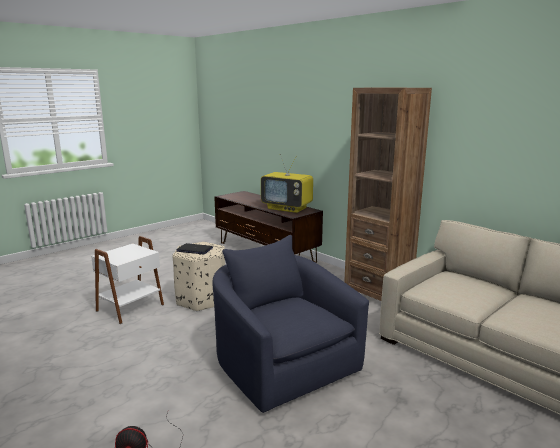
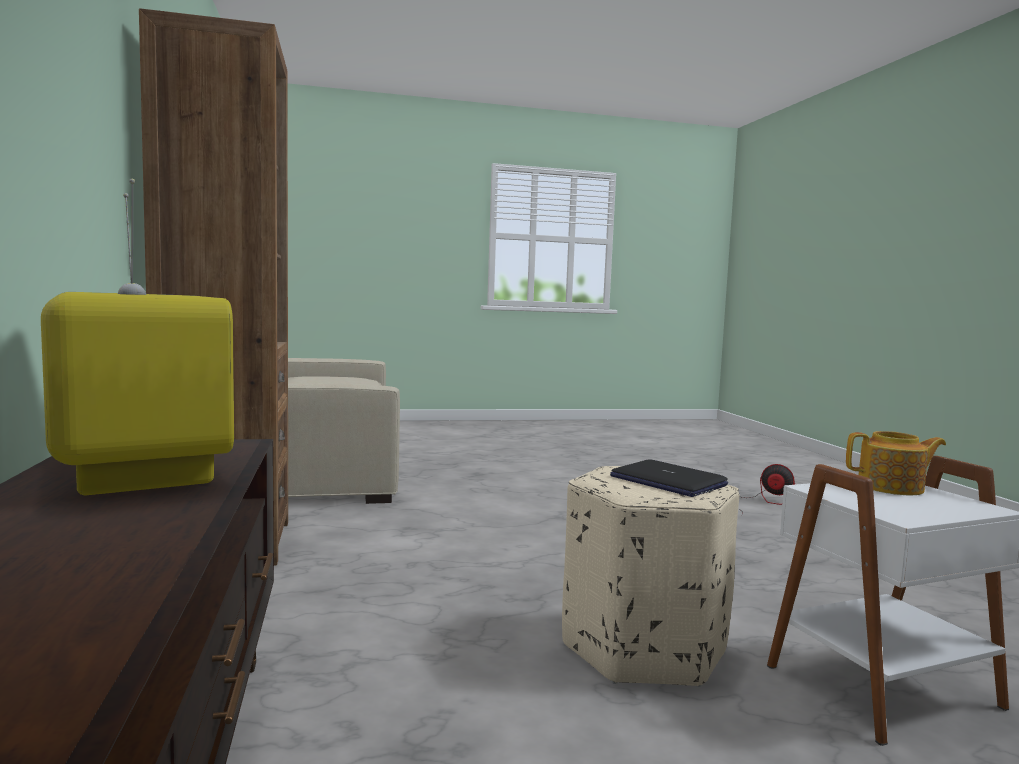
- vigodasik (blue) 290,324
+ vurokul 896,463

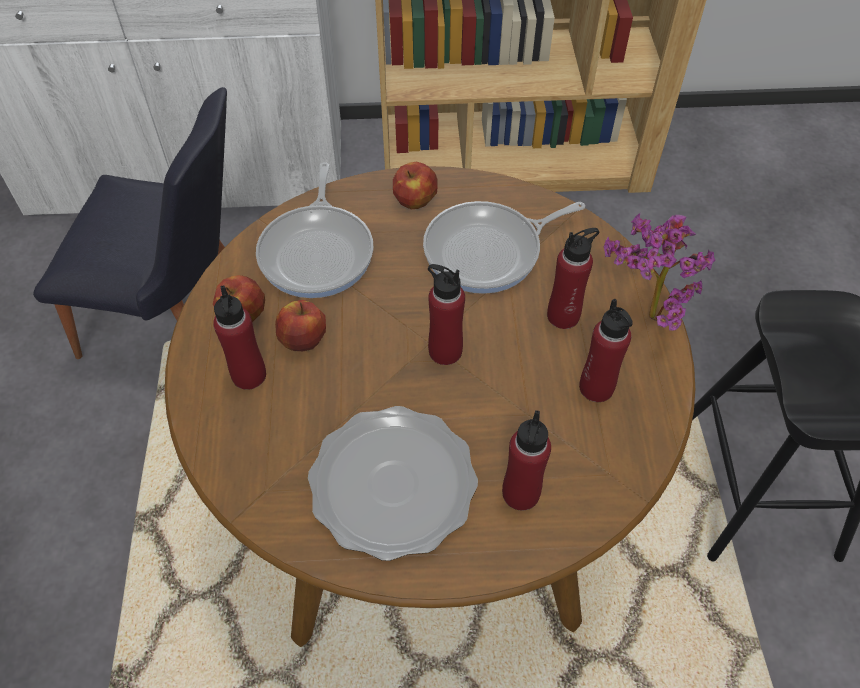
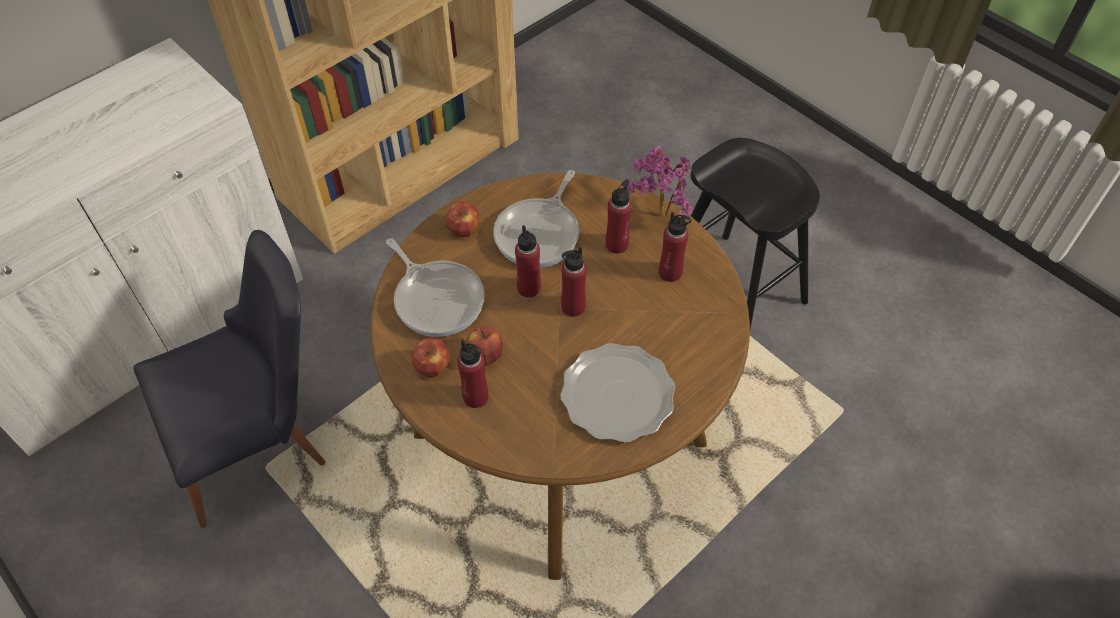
~ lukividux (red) 526,460 to 528,261

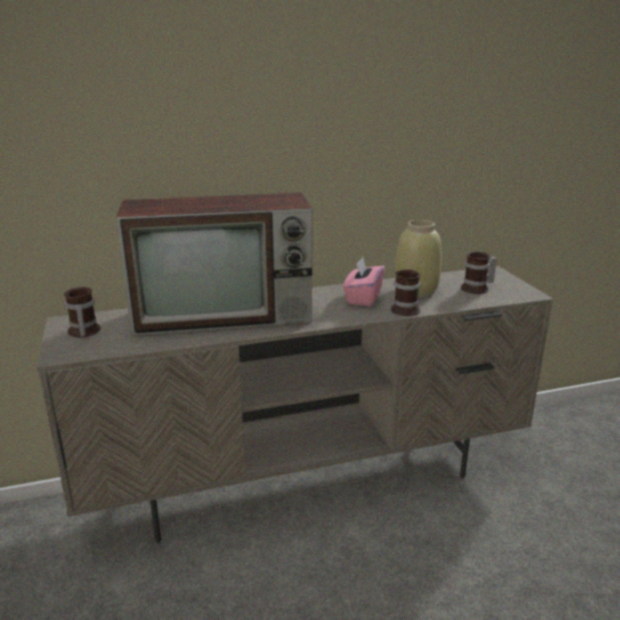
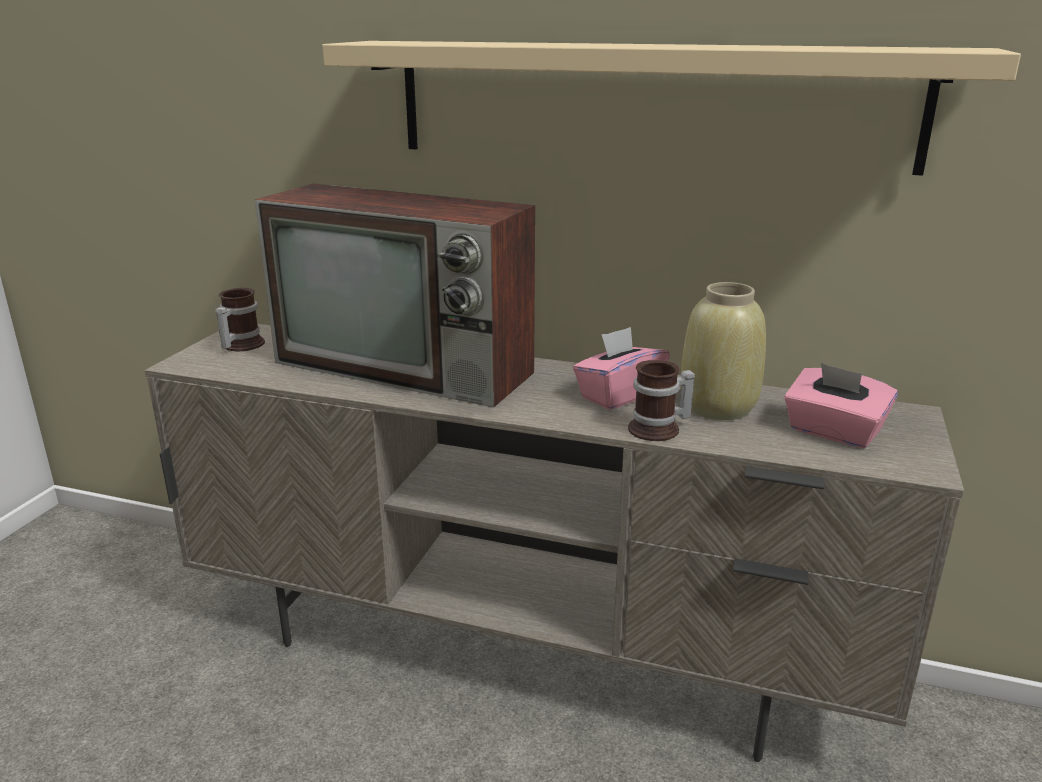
~ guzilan 479,273 to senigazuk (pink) 841,406
+ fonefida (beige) 671,108

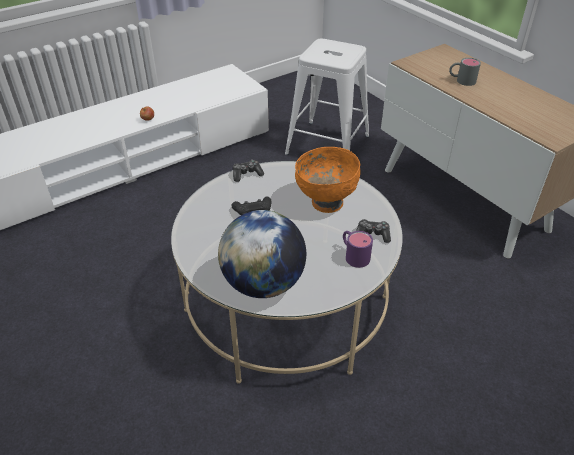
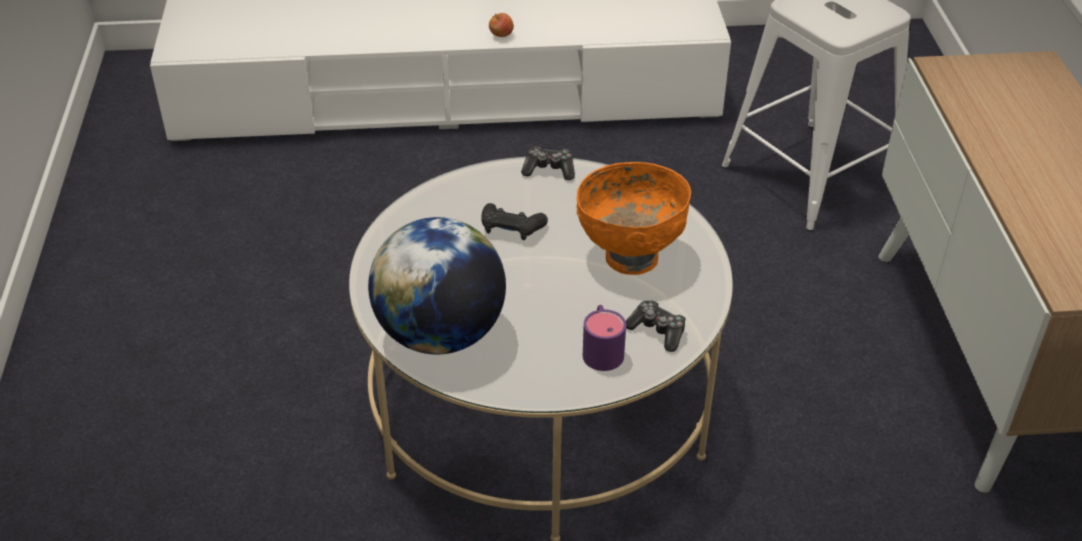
- guzilan (grey) 465,72

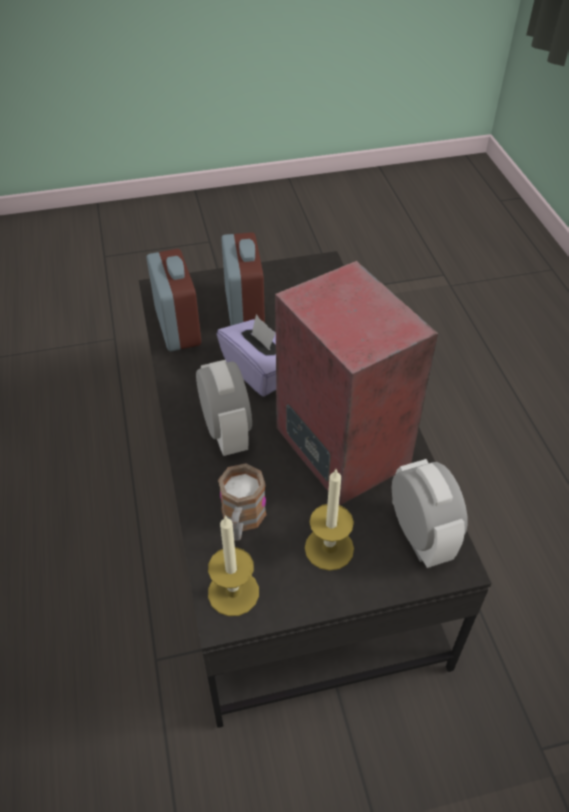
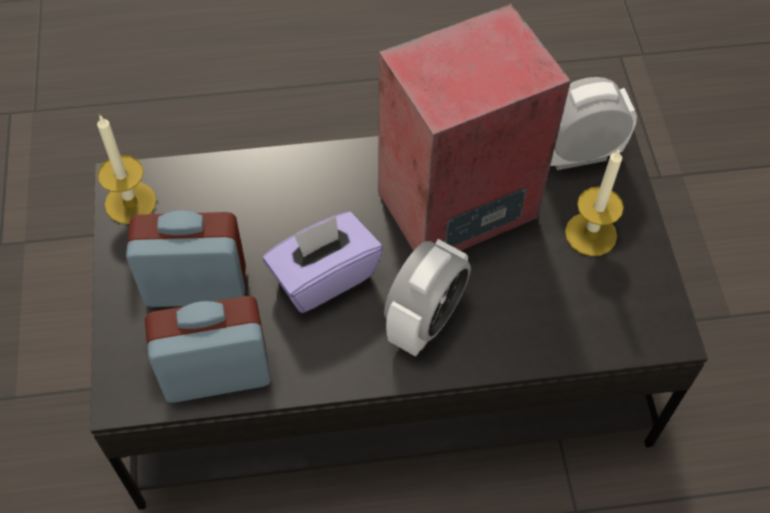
~ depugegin 224,408 = 427,298 135 degrees clockwise
- guzilan 242,502
~ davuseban 233,565 to 127,169

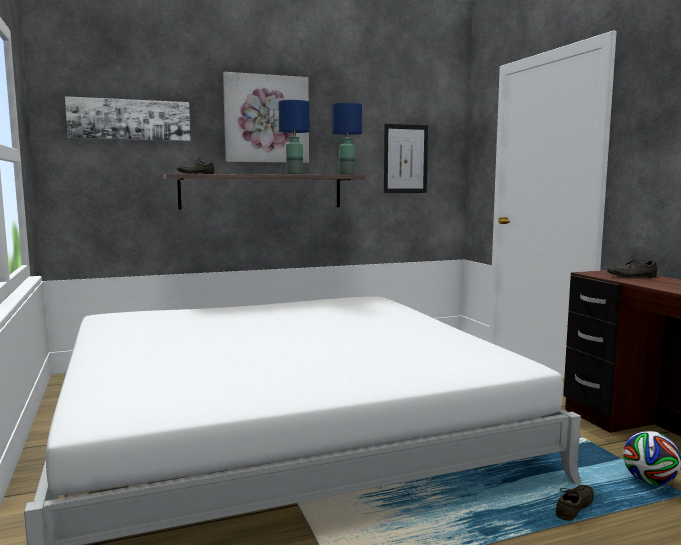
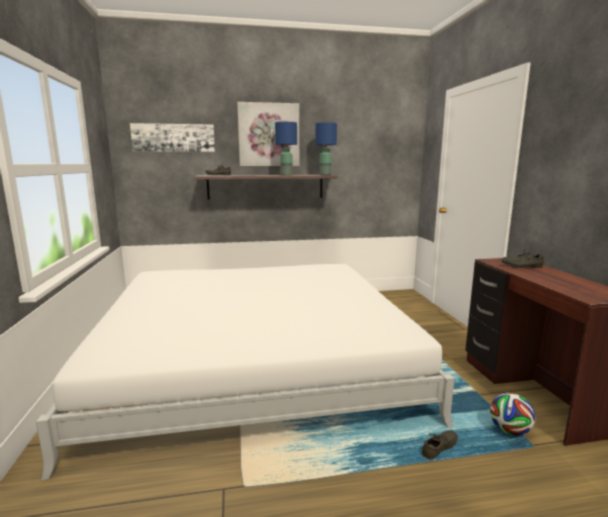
- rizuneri 406,158

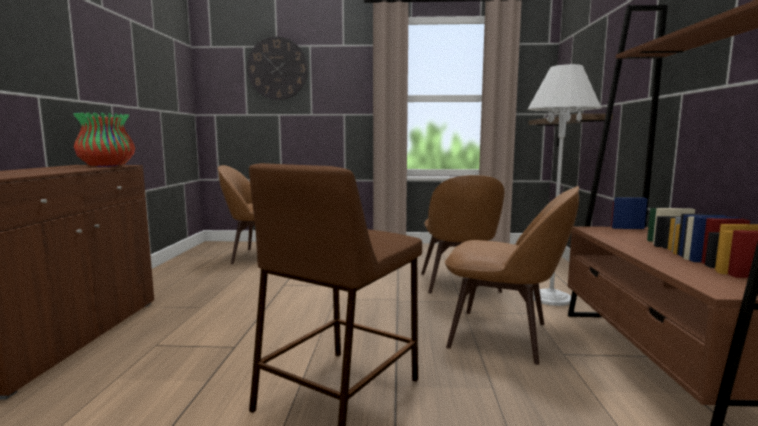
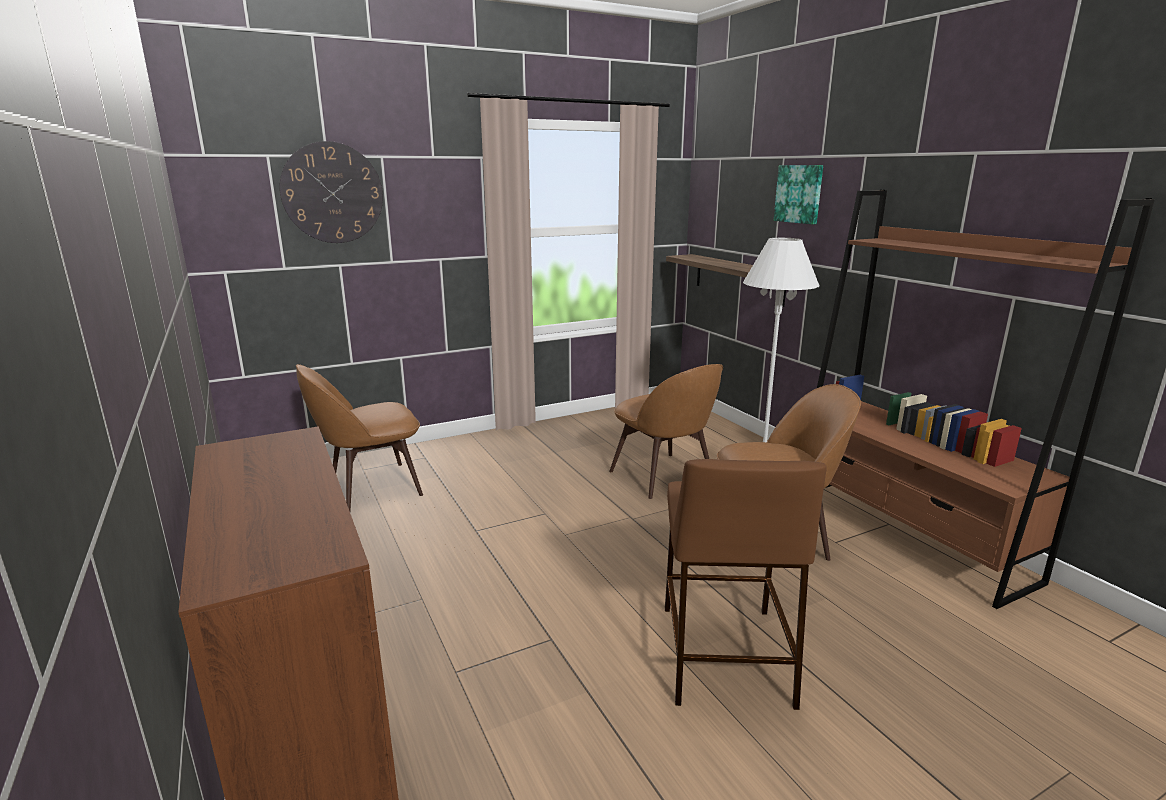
- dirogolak 104,140
+ rizuneri 798,194

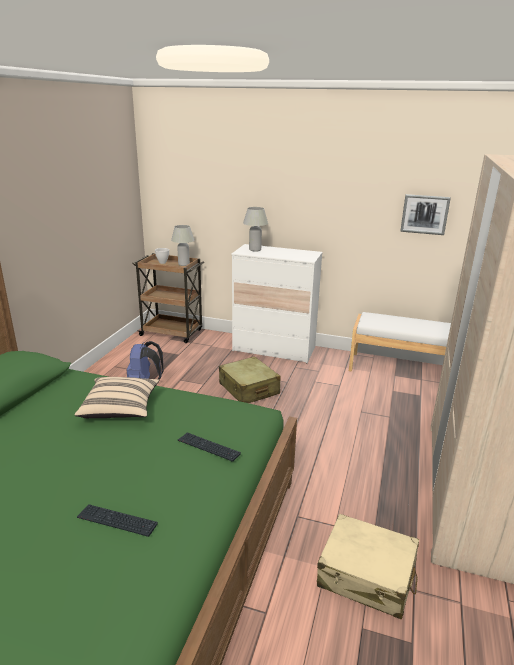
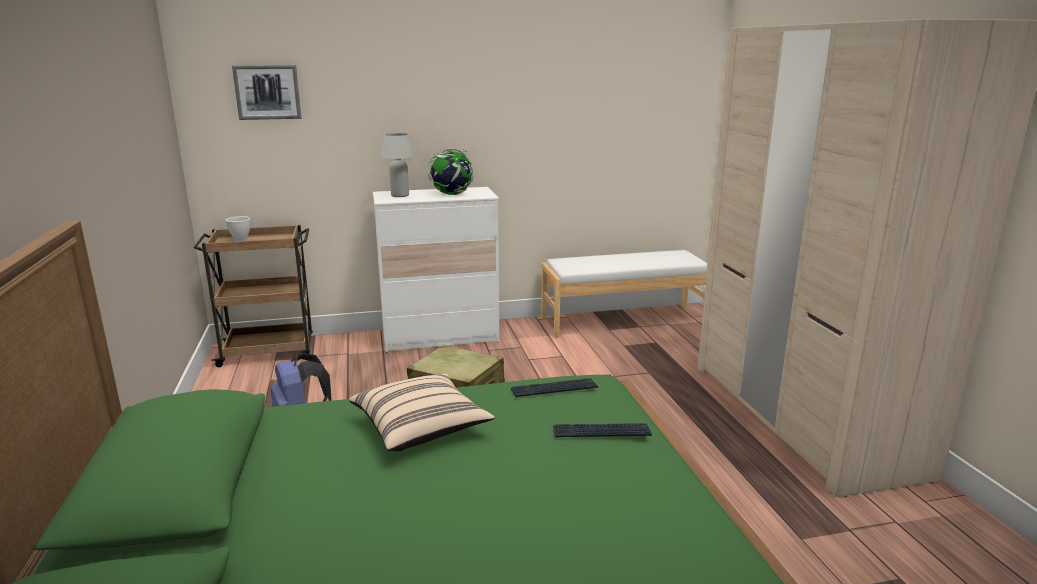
~ rizuneri 425,214 to 266,92
- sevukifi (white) 182,245
~ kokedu 117,520 to 554,387
- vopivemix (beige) 368,567
+ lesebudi 450,172

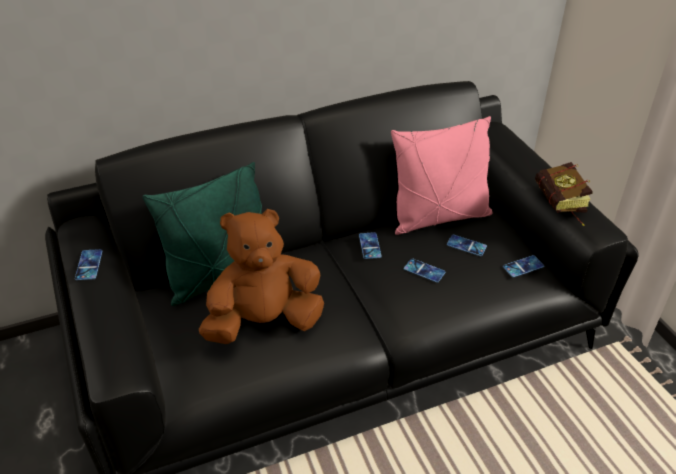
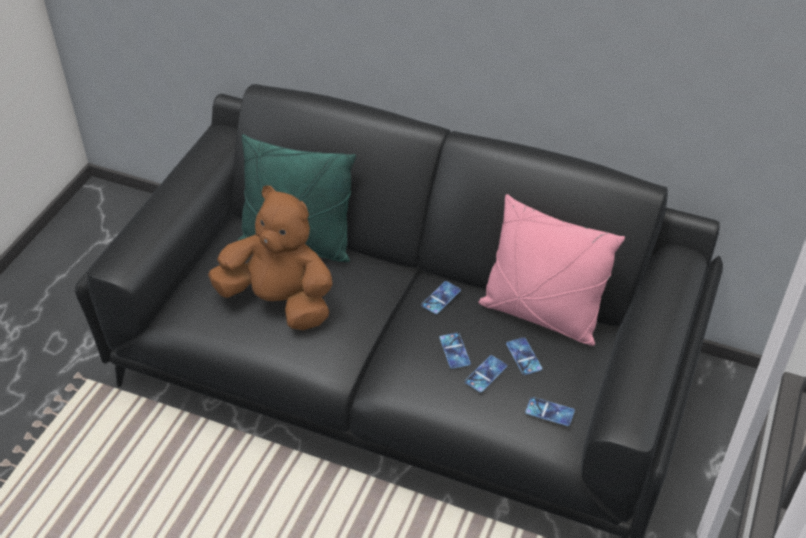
- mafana 564,194
~ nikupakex 89,264 to 486,374

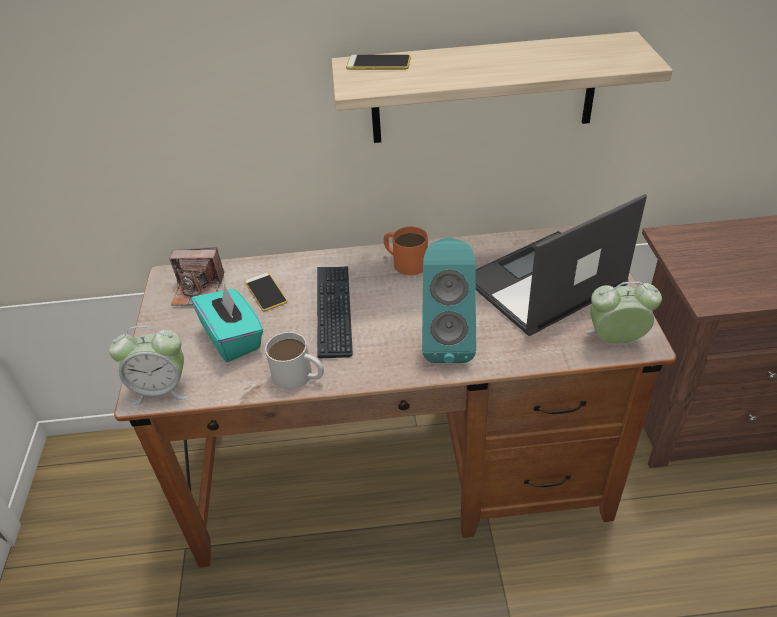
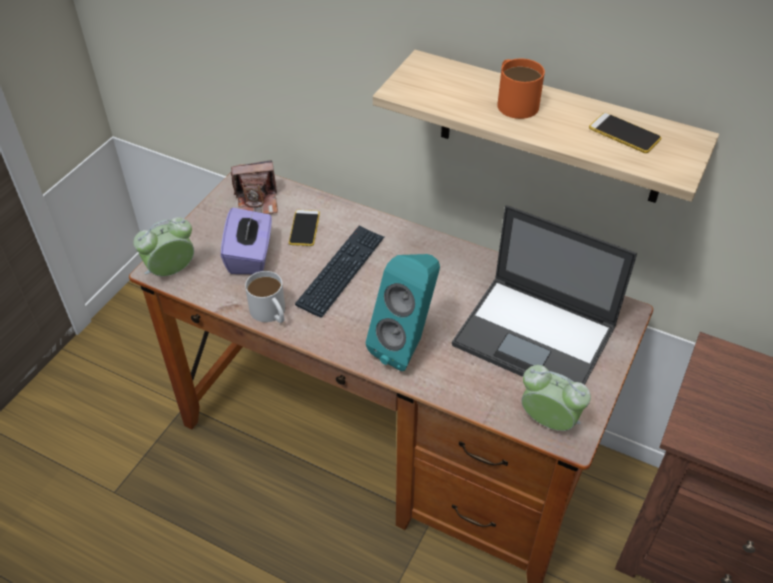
~ nikupakex 378,62 to 625,133
~ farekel 561,265 = 544,295 150 degrees counterclockwise
~ guzilan (orange) 406,251 to 521,89
~ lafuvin 196,276 = 254,187 45 degrees counterclockwise
~ senigazuk (turquoise) 227,322 to senigazuk (purple) 246,241
~ depugegin 148,365 = 163,246 120 degrees clockwise

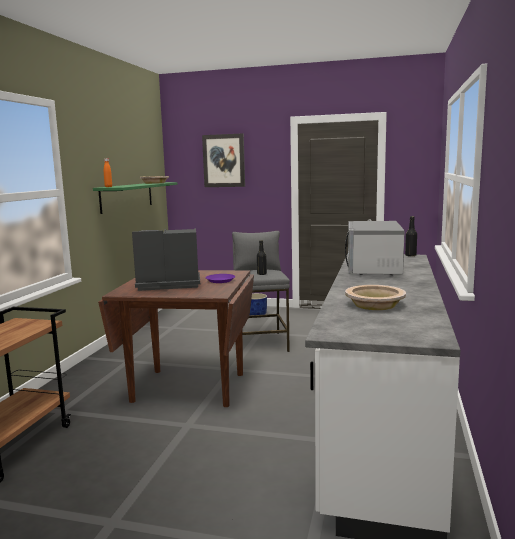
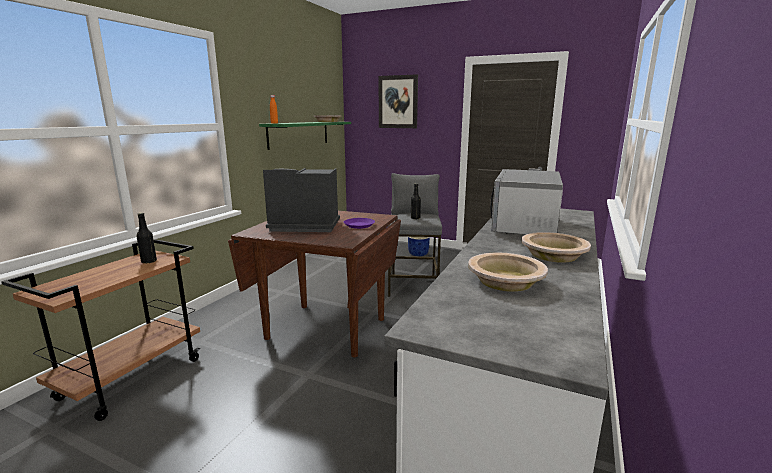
~ lukividux (black) 411,236 to 146,238
+ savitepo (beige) 556,247

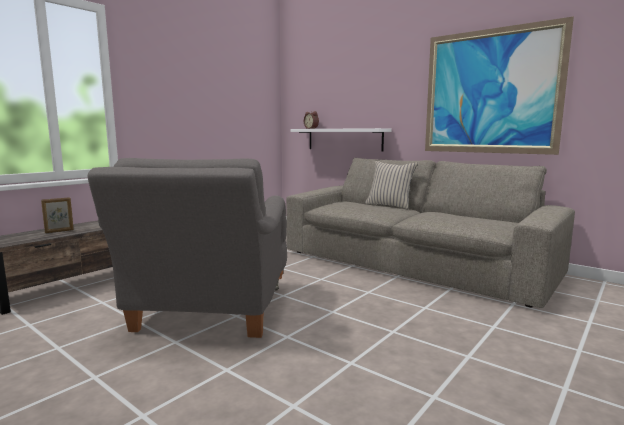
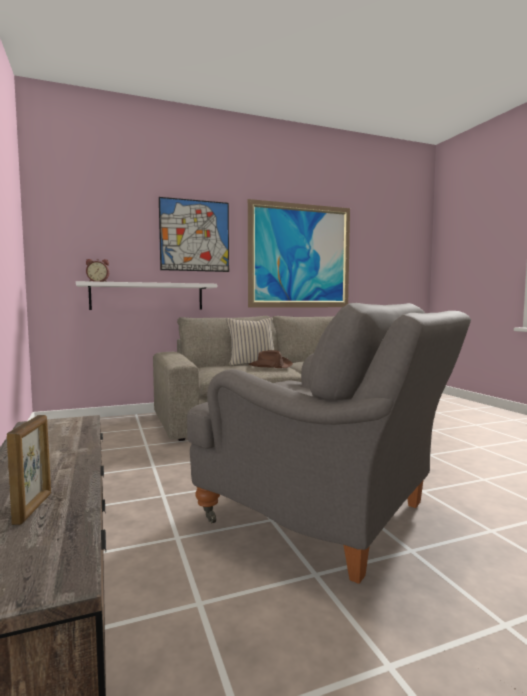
+ rizuneri 194,234
+ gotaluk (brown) 270,359

